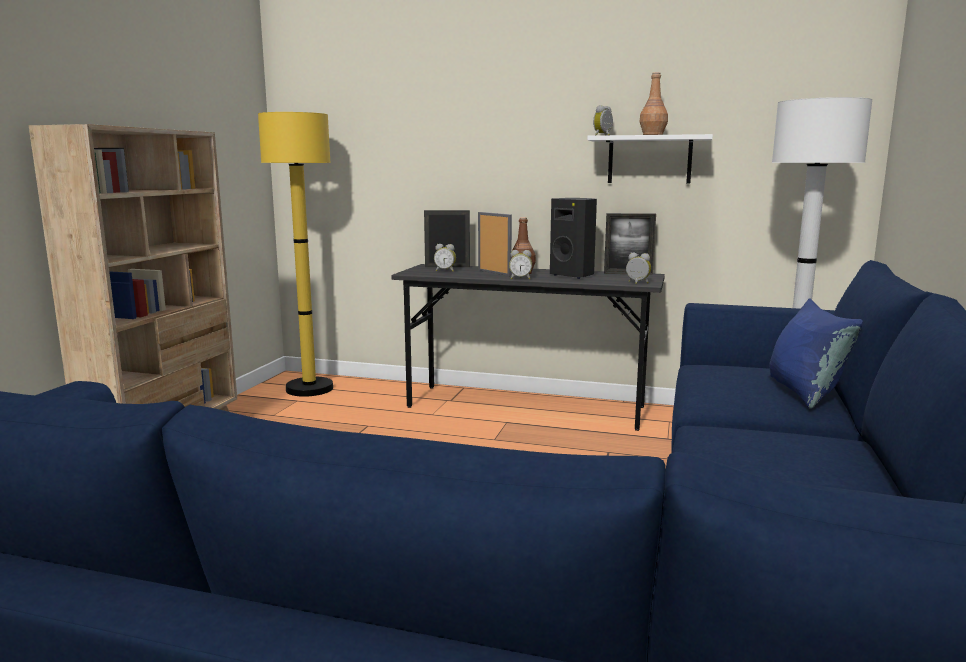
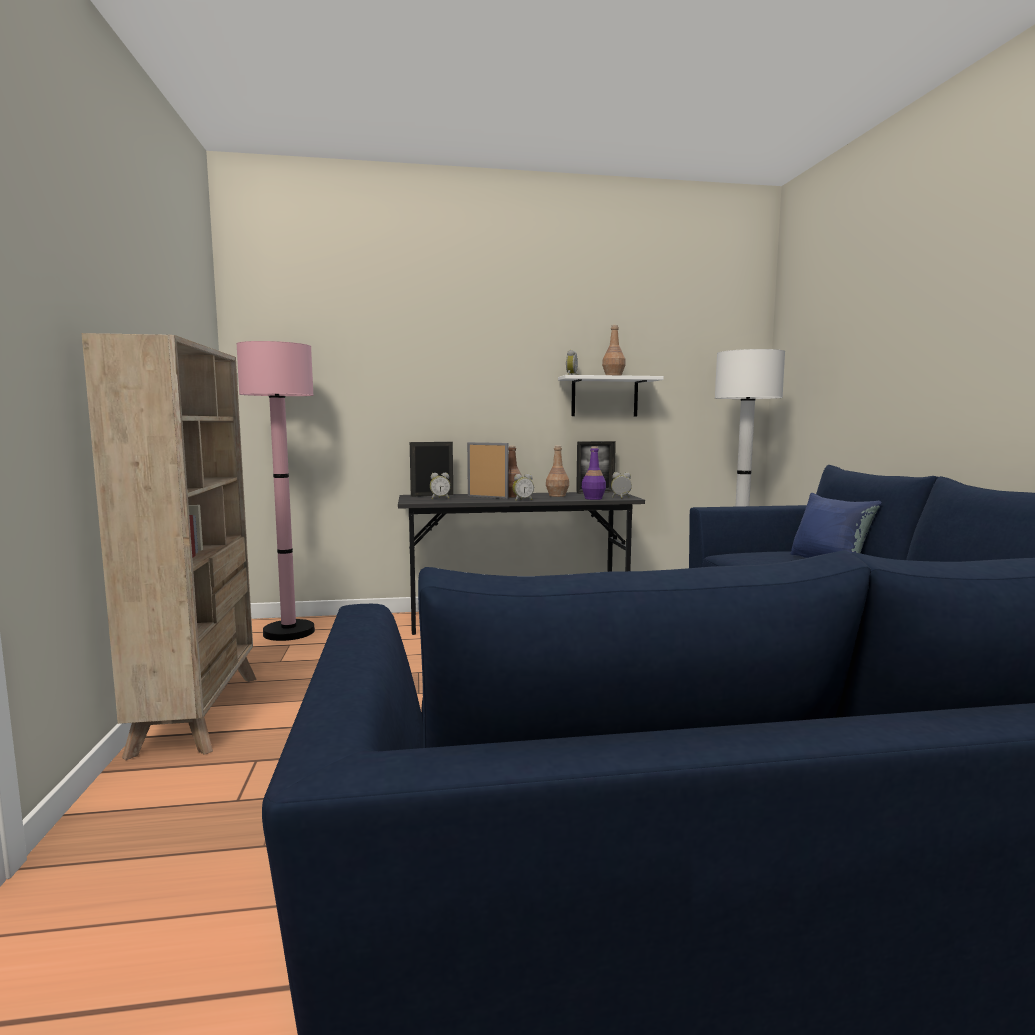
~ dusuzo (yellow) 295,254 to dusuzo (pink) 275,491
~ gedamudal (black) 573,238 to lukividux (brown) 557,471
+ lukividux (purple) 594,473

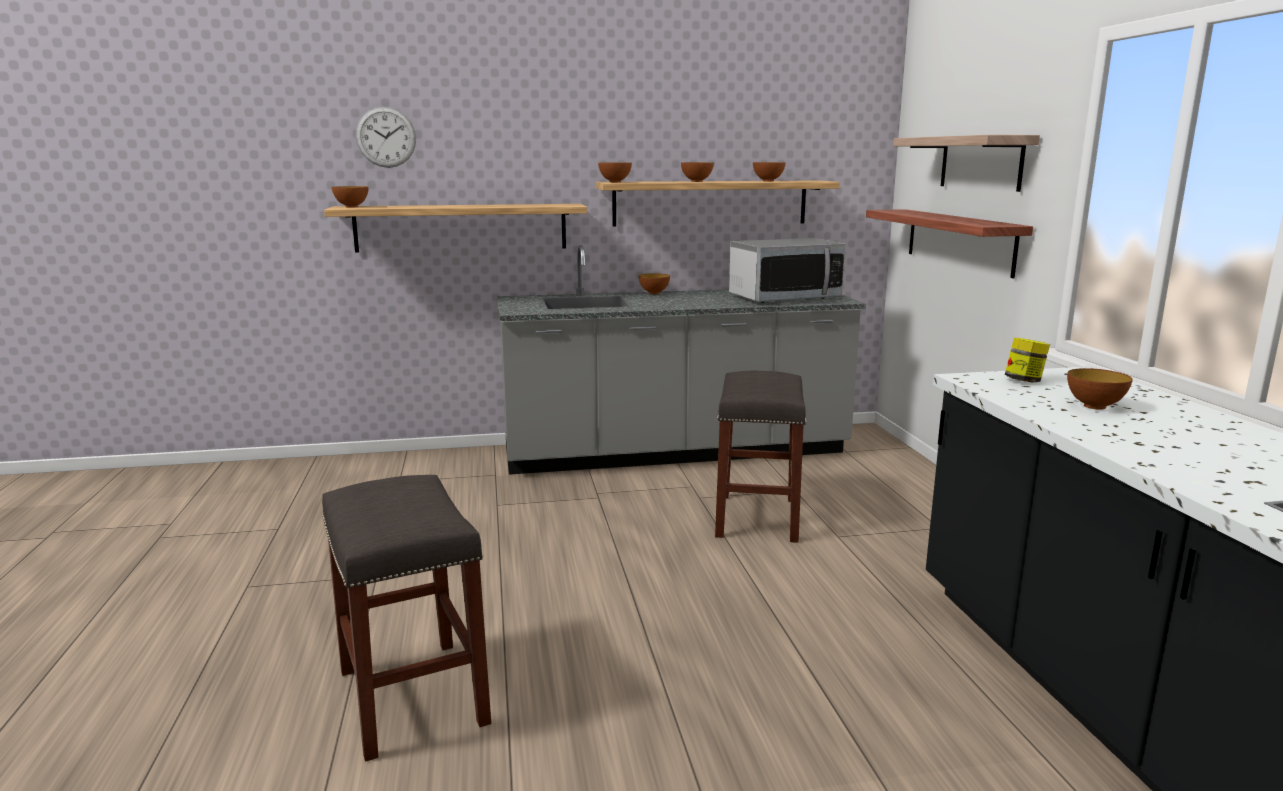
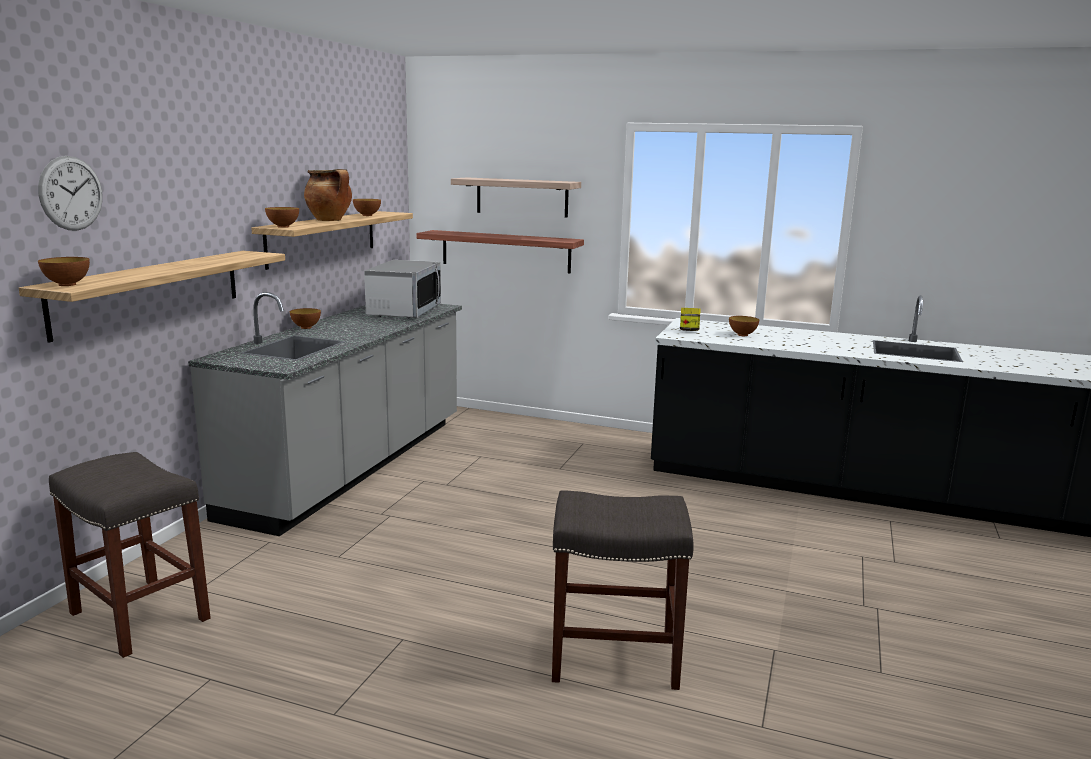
~ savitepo 697,172 to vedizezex 328,195
~ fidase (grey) 760,457 to 130,555

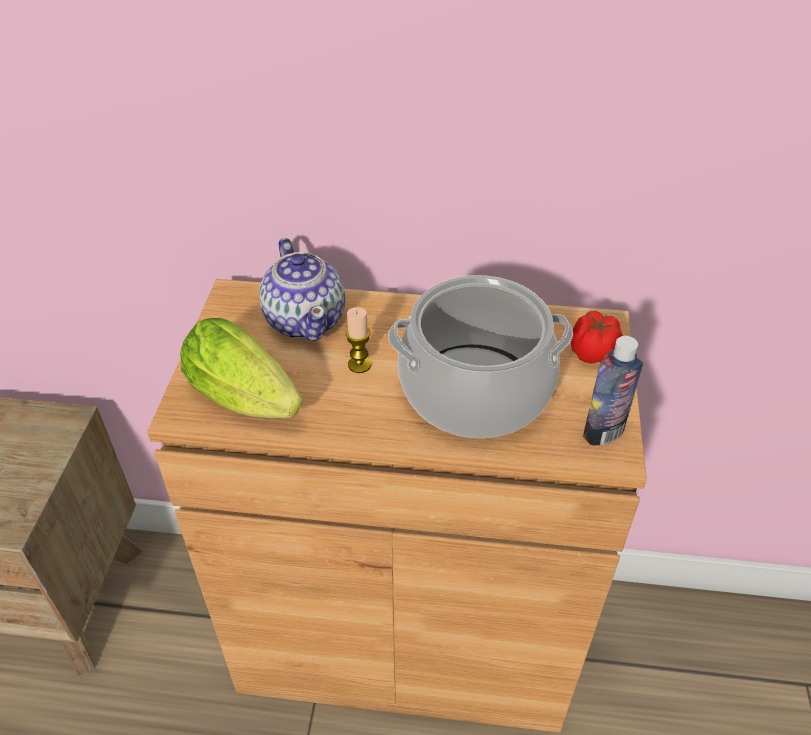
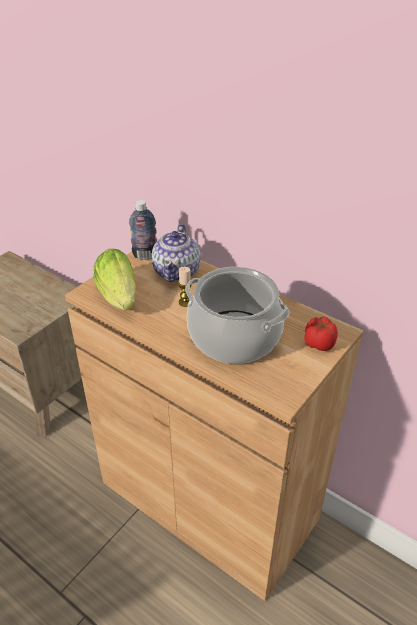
~ lukividux 613,390 to 143,230

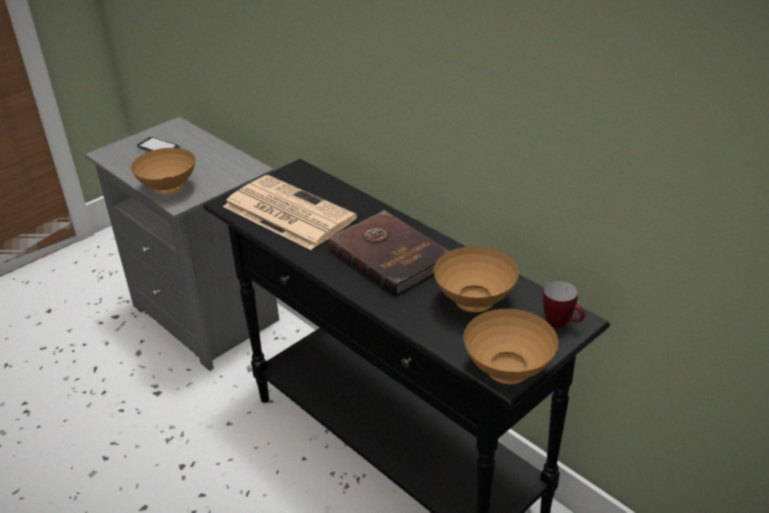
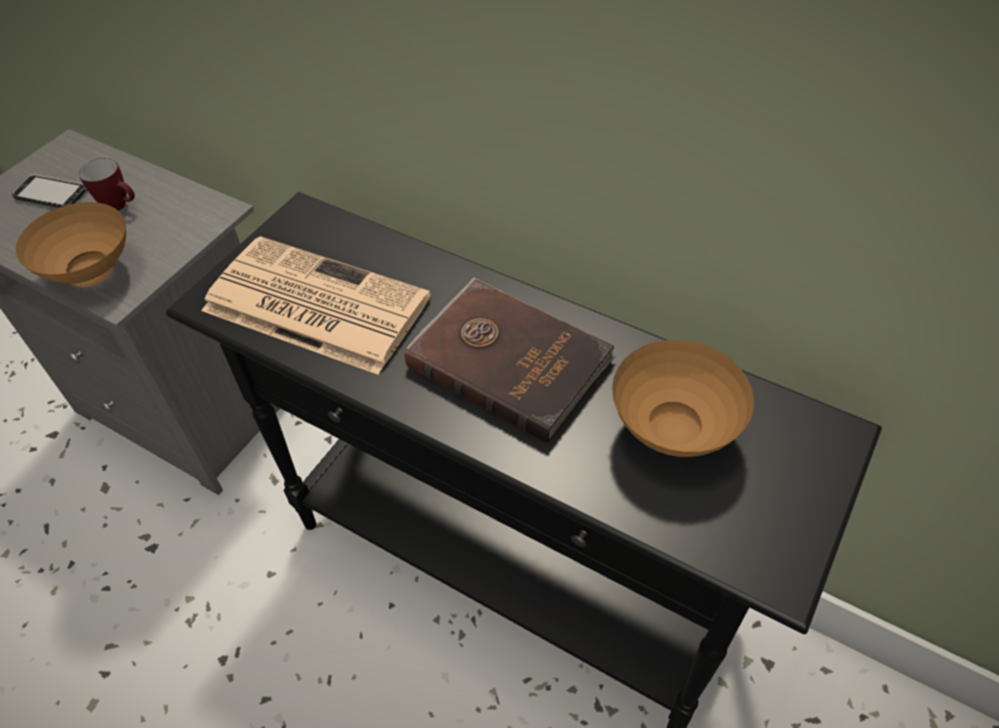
~ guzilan 564,304 to 107,184
- savitepo (brown) 511,346

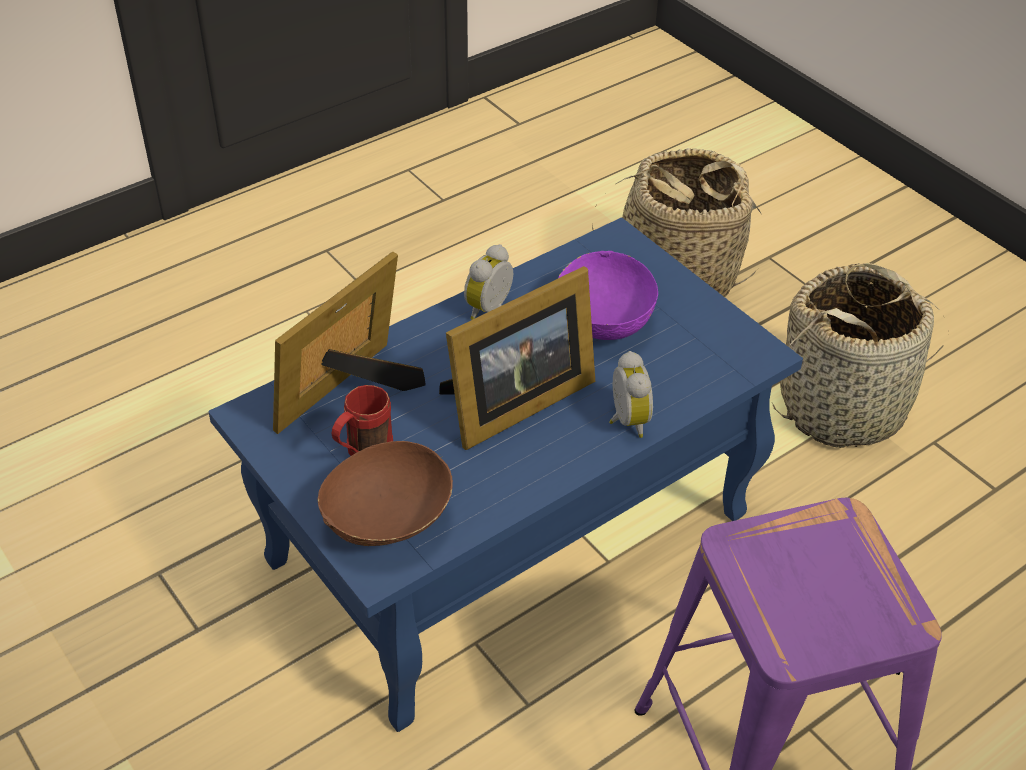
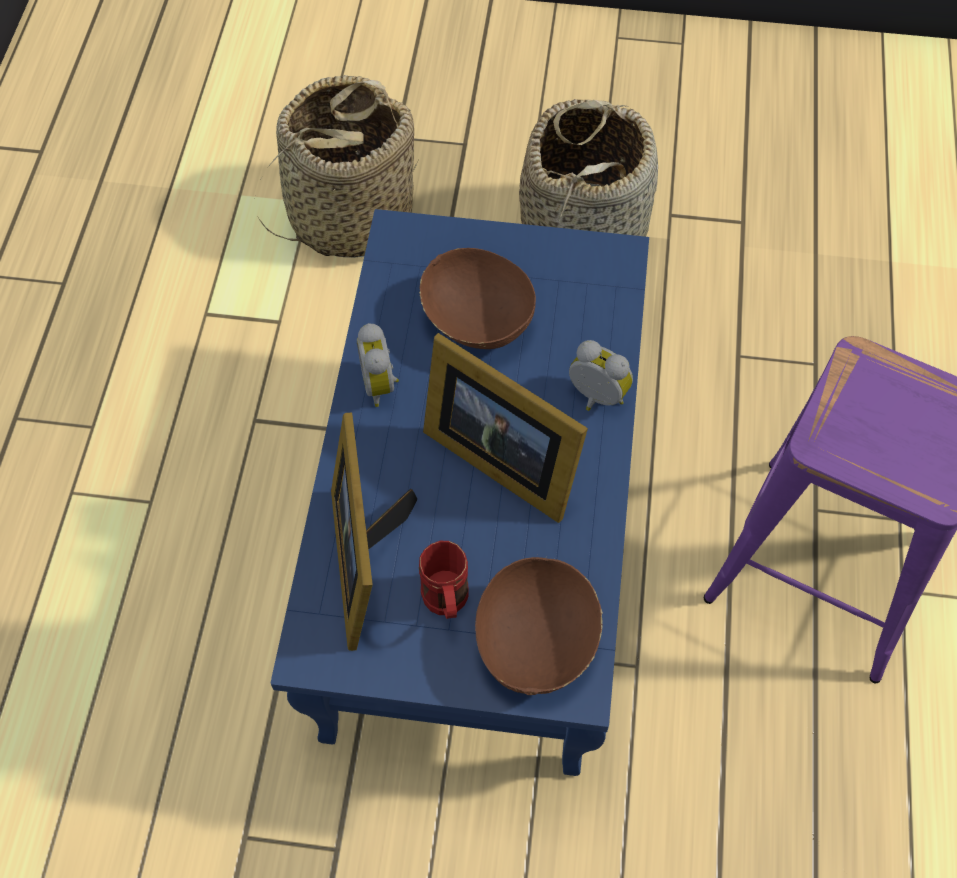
~ savitepo (purple) 608,295 to savitepo (brown) 477,298
~ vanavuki 517,358 = 505,428 120 degrees clockwise

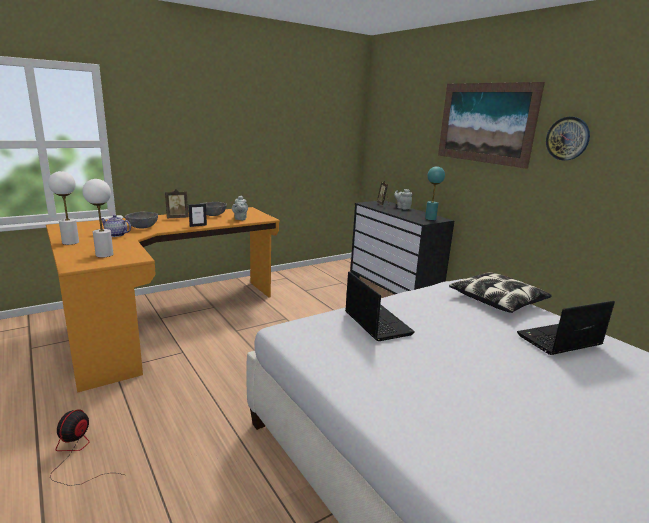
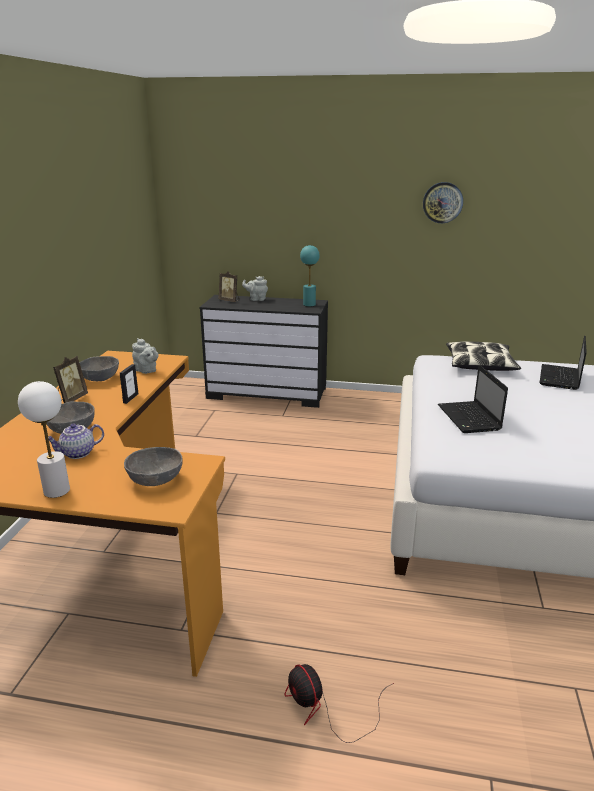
- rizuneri 491,125
~ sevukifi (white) 98,218 to savitepo (grey) 153,466
~ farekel 380,306 = 473,399 120 degrees counterclockwise

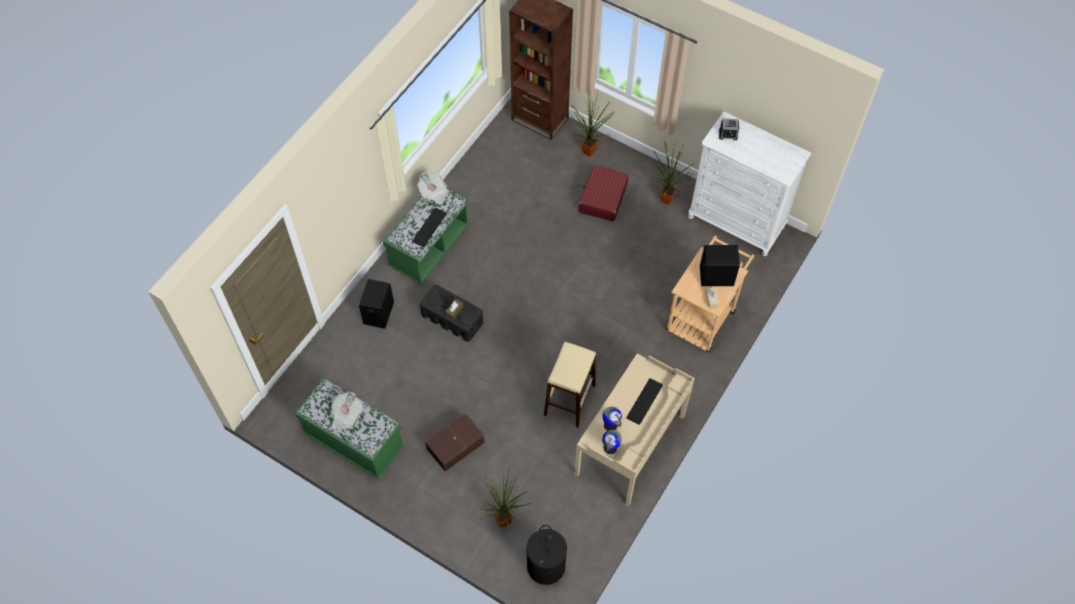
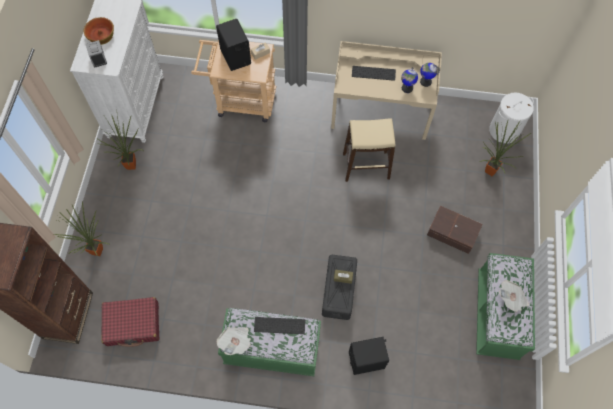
~ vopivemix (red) 604,194 to 130,322
~ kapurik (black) 546,555 to kapurik (white) 511,117
+ savitepo 98,31

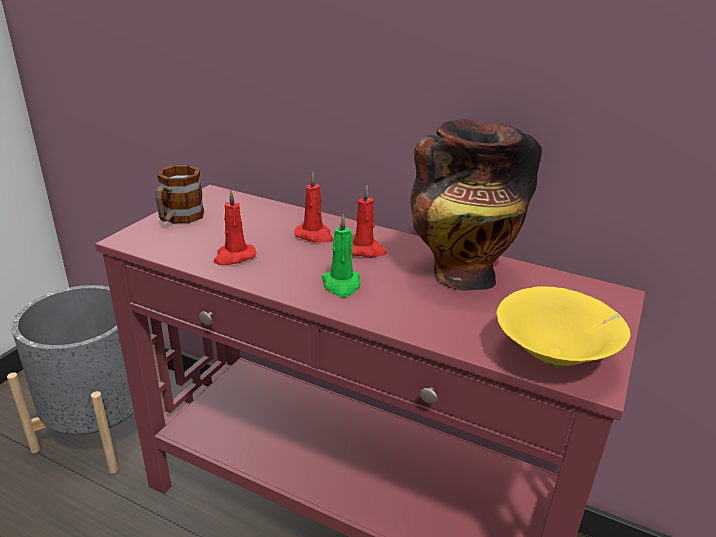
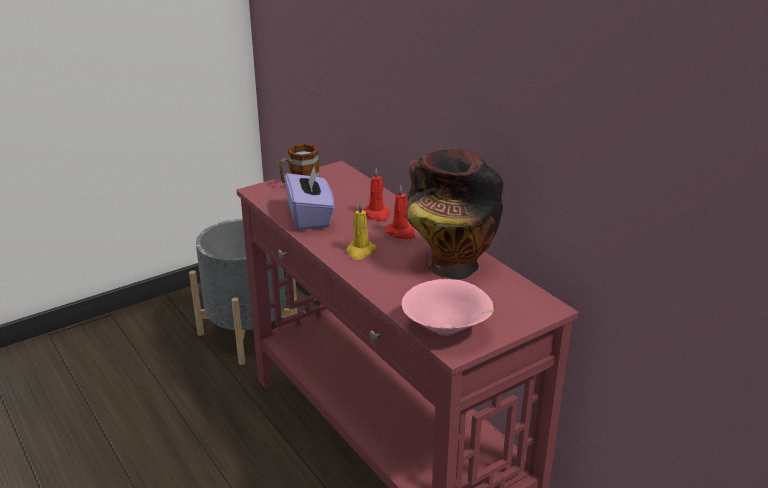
~ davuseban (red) 234,227 to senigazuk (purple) 310,198
~ davuseban (green) 341,256 to davuseban (yellow) 361,231
~ savitepo (yellow) 563,326 to savitepo (pink) 448,307

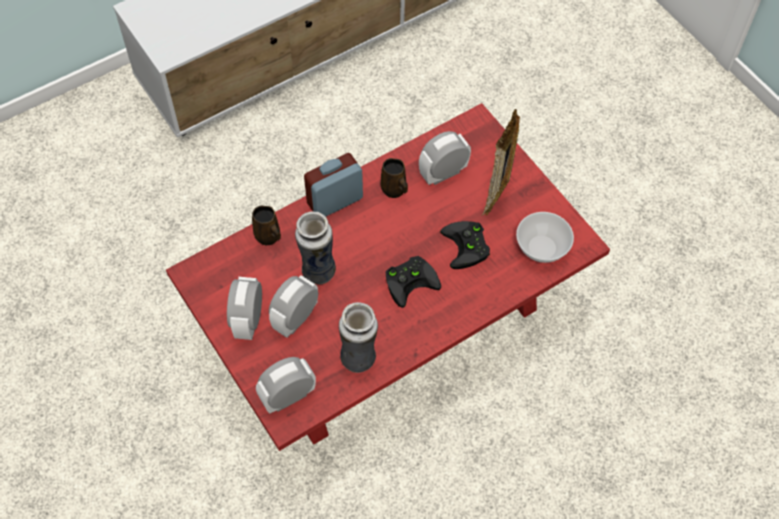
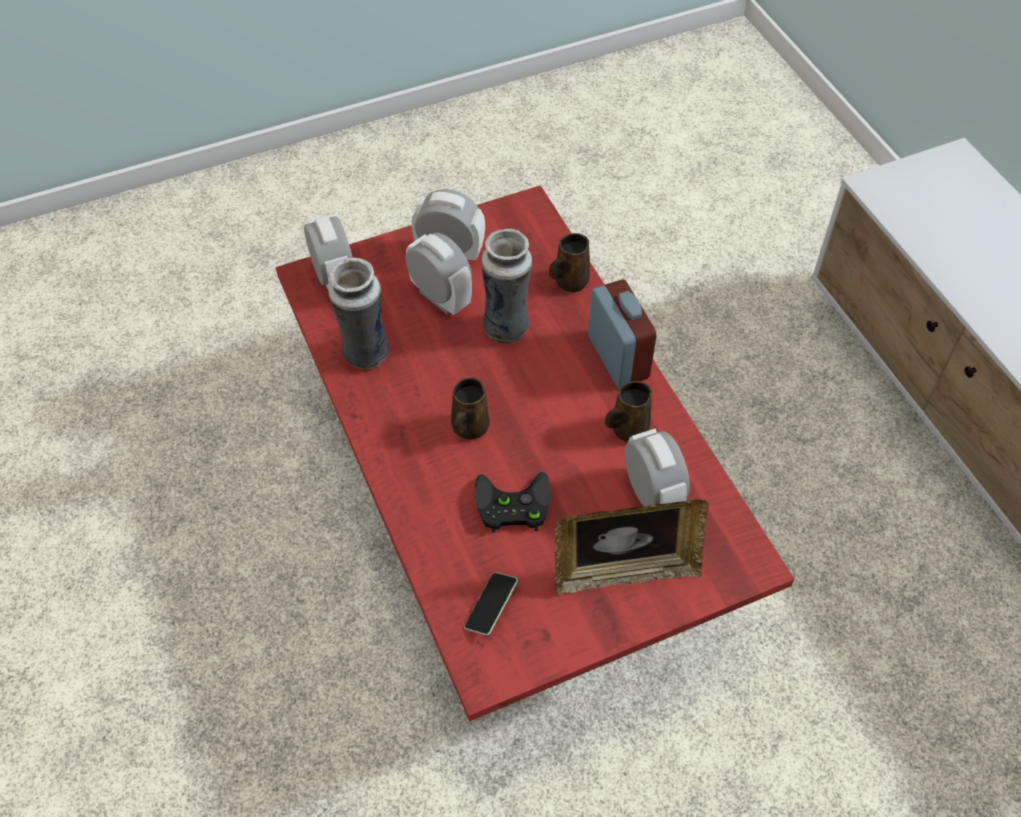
~ vanavuki 500,162 = 632,547 150 degrees clockwise
~ savitepo 545,237 to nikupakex 491,604
~ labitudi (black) 413,282 to guzilan (brown) 470,408

